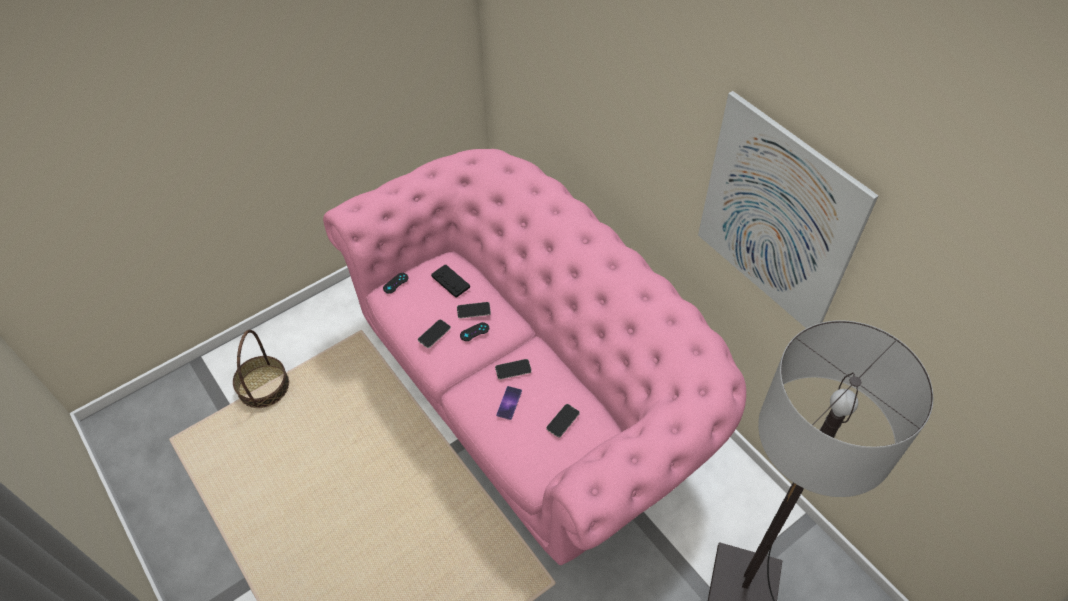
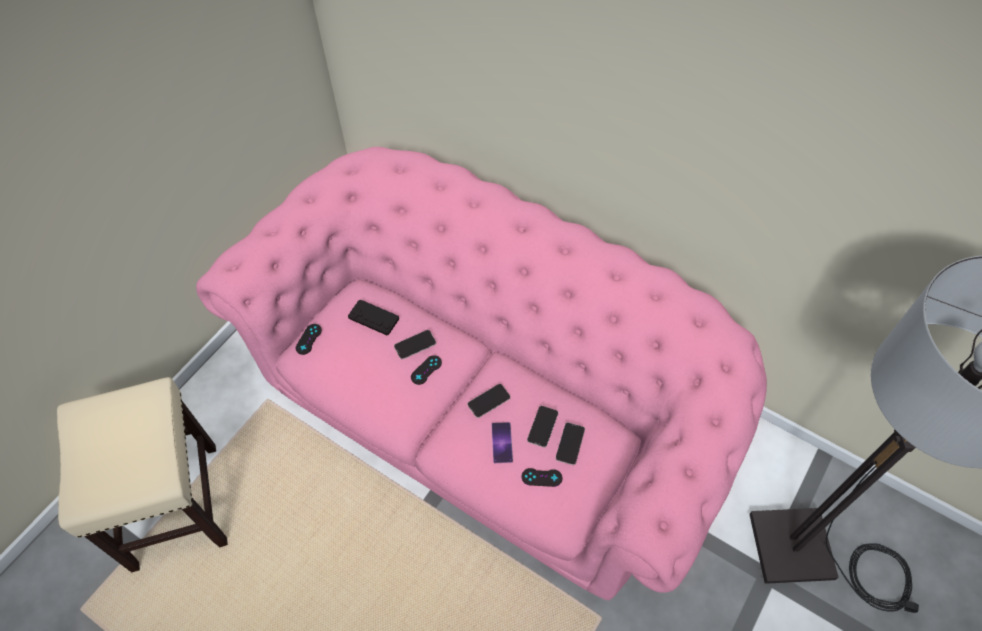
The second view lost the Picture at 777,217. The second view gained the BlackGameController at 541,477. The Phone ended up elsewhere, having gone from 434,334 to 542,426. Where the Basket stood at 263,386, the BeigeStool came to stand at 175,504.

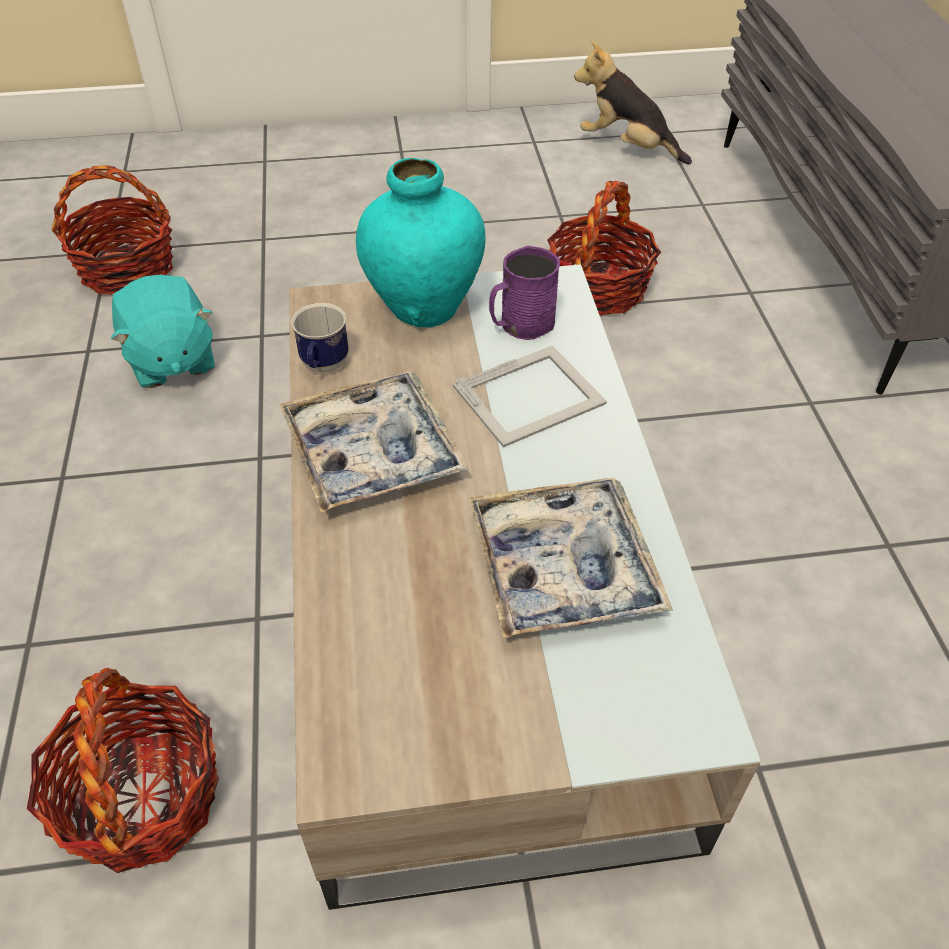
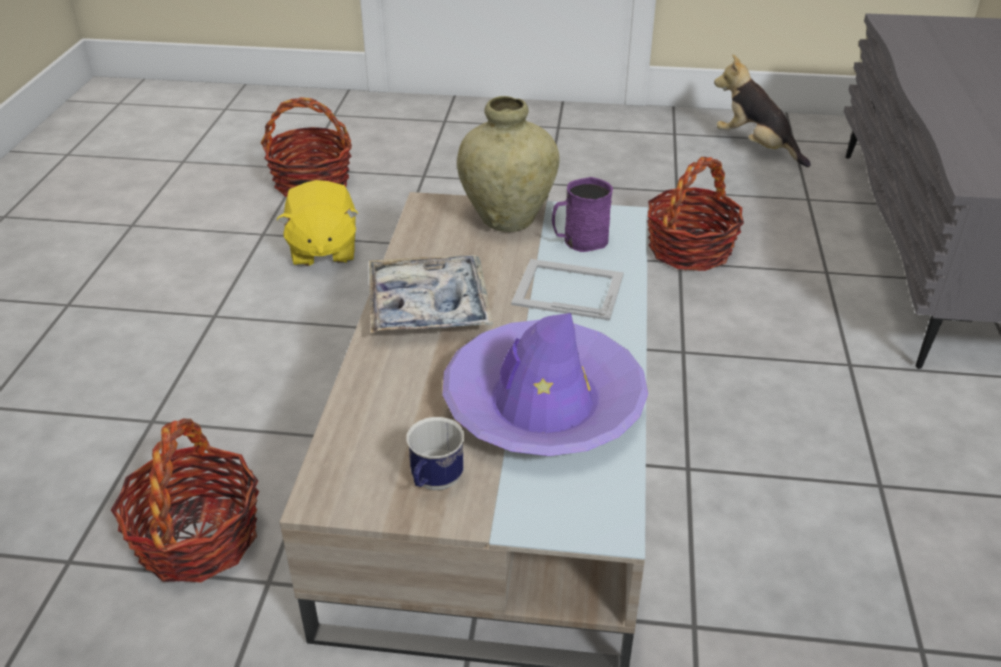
The Mug ended up elsewhere, having gone from 323,367 to 434,484. Where the Tray stood at 563,567, the PurpleHat came to stand at 543,404. What was the TurquoisePlushToy at 171,360 turned into the YellowPlushToy at 322,249. What was the TurquoiseVase at 424,307 turned into the BeigeVase at 507,218. The PictureFrame at 531,395 ended up facing another way, 150 degrees counterclockwise from before.

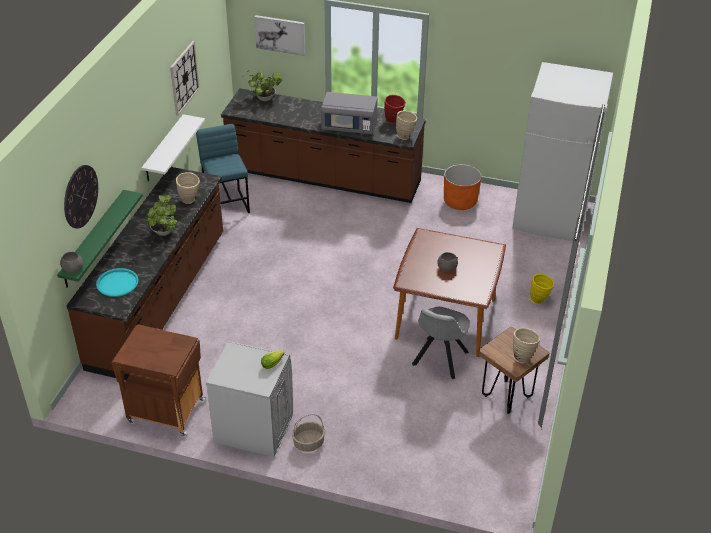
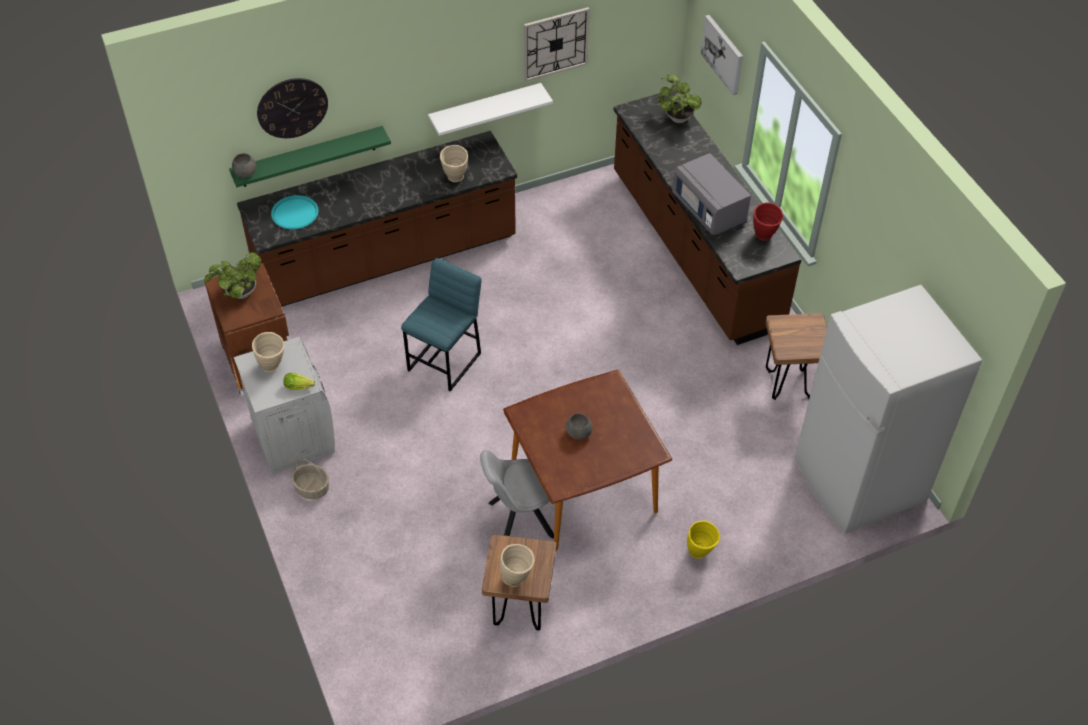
The PottedPlant ended up elsewhere, having gone from 163,233 to 239,294. The BlueStool ended up elsewhere, having gone from 226,203 to 445,360. The BeigeVase ended up elsewhere, having gone from 406,136 to 273,367. Where the OrangePlanter stood at 460,201, the BrownStool came to stand at 788,384.

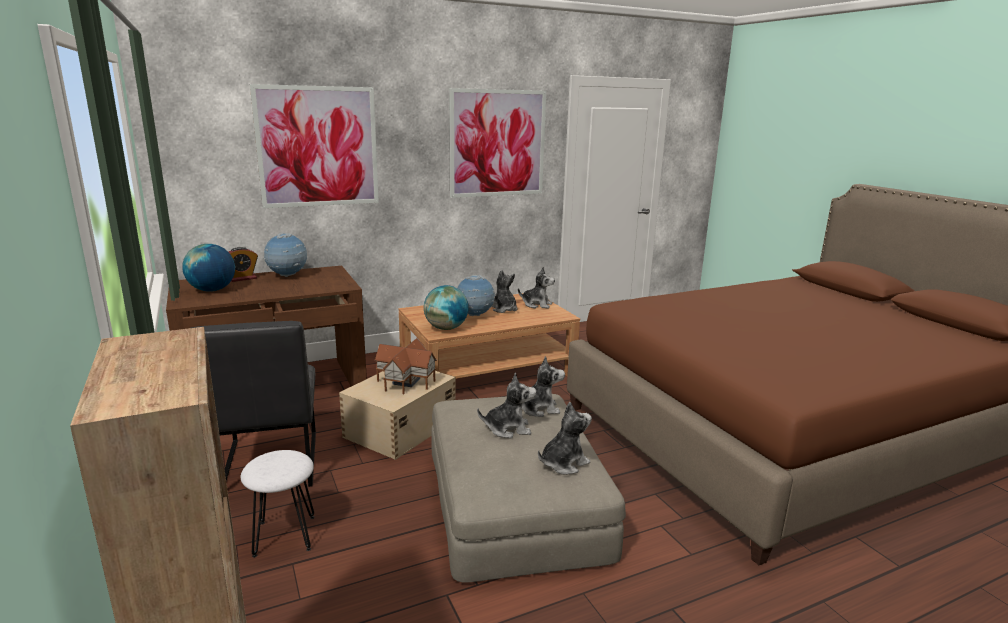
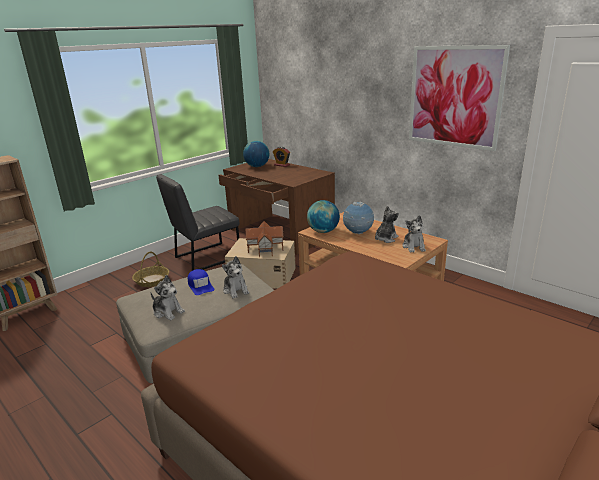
The second view lost the Picture at 318,147. The second view lost the Globe at 287,276. Where the WhiteStool stood at 285,535, the Basket came to stand at 152,280. Where the PlushToy stood at 508,429, the BlueCap came to stand at 200,286.

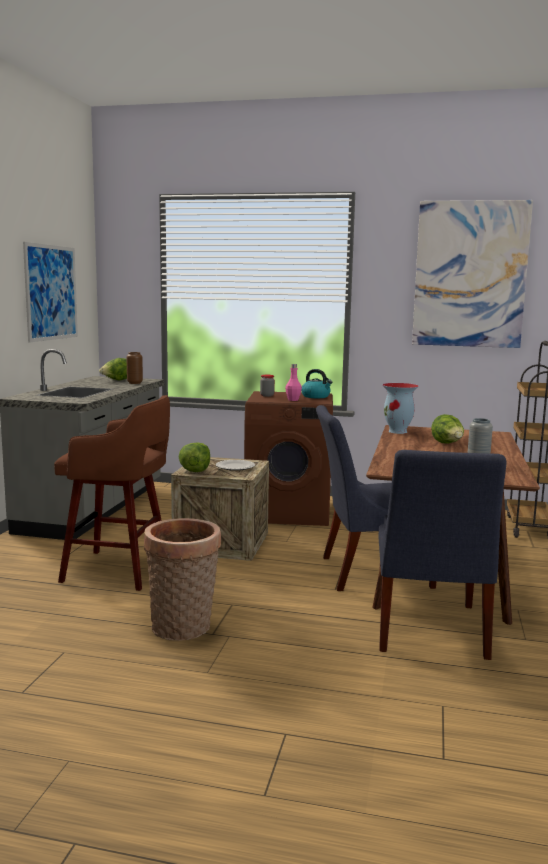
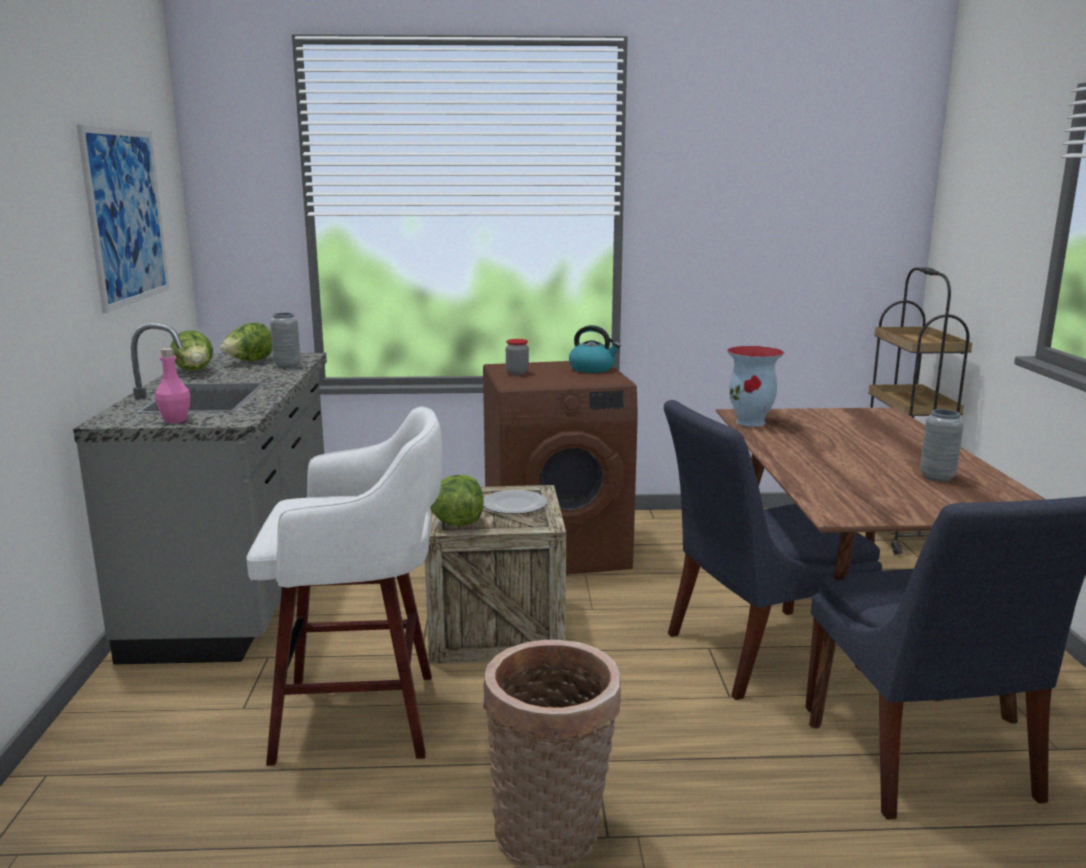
The second view lost the Picture at 470,274. The PinkBottle ended up elsewhere, having gone from 293,400 to 175,420. The Lettuce ended up elsewhere, having gone from 447,444 to 195,371. What was the BrownStool at 120,570 turned into the WhiteStool at 363,717. What was the BrownVase at 135,383 turned into the GreyVase at 287,366.

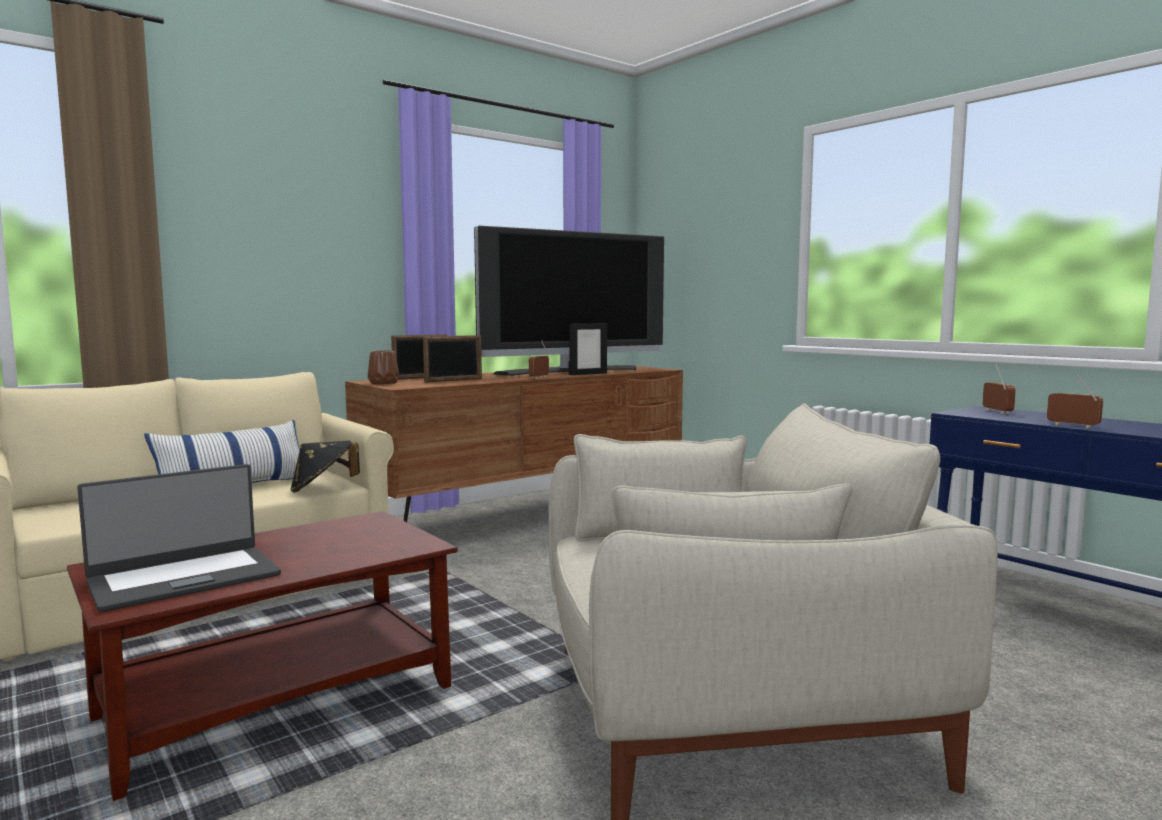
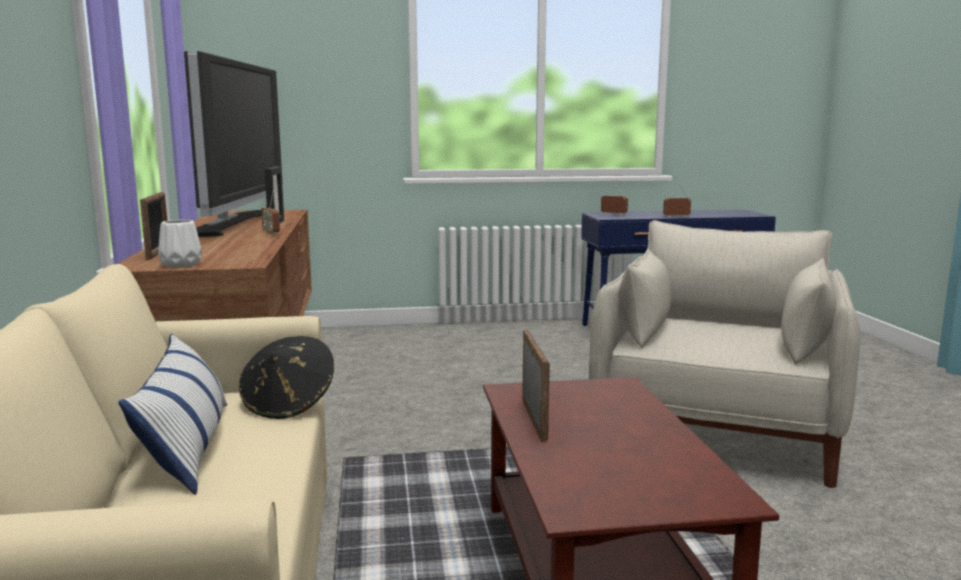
The second view lost the Laptop at 184,578. The PictureFrame ended up elsewhere, having gone from 453,380 to 534,419. What was the BrownVase at 384,383 turned into the WhiteVase at 181,264.

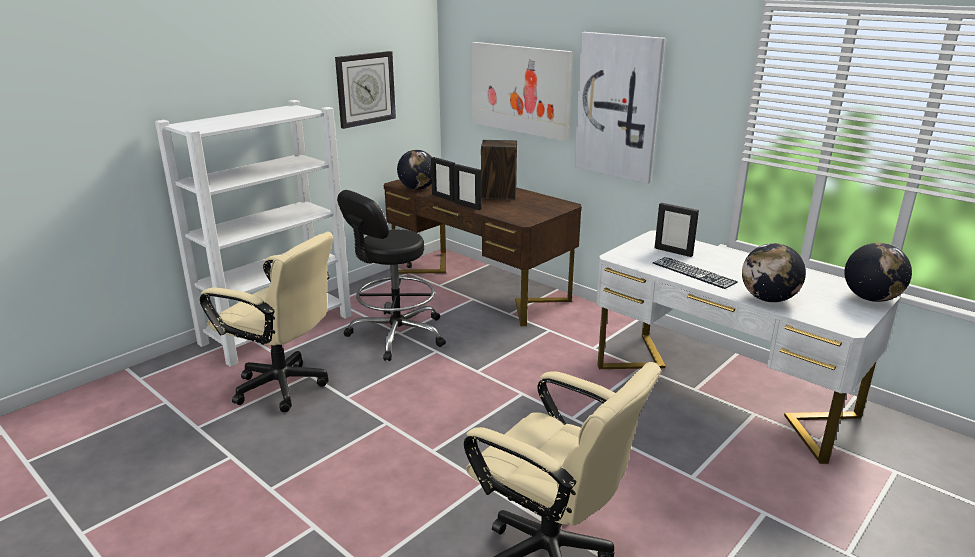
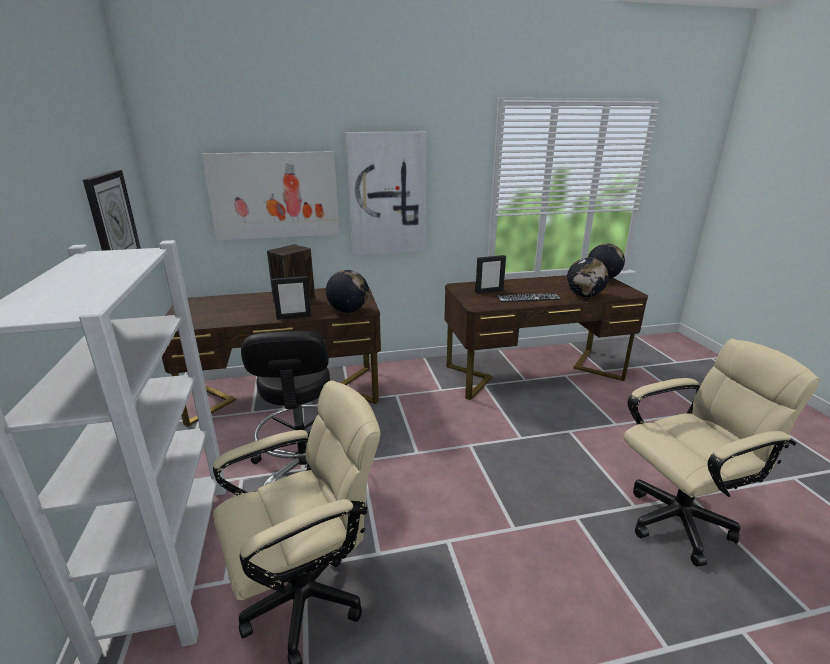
The second view lost the PictureFrame at 444,197. The Globe ended up elsewhere, having gone from 417,188 to 348,311. What was the WhiteDesk at 721,390 turned into the BrownDesk at 534,373.

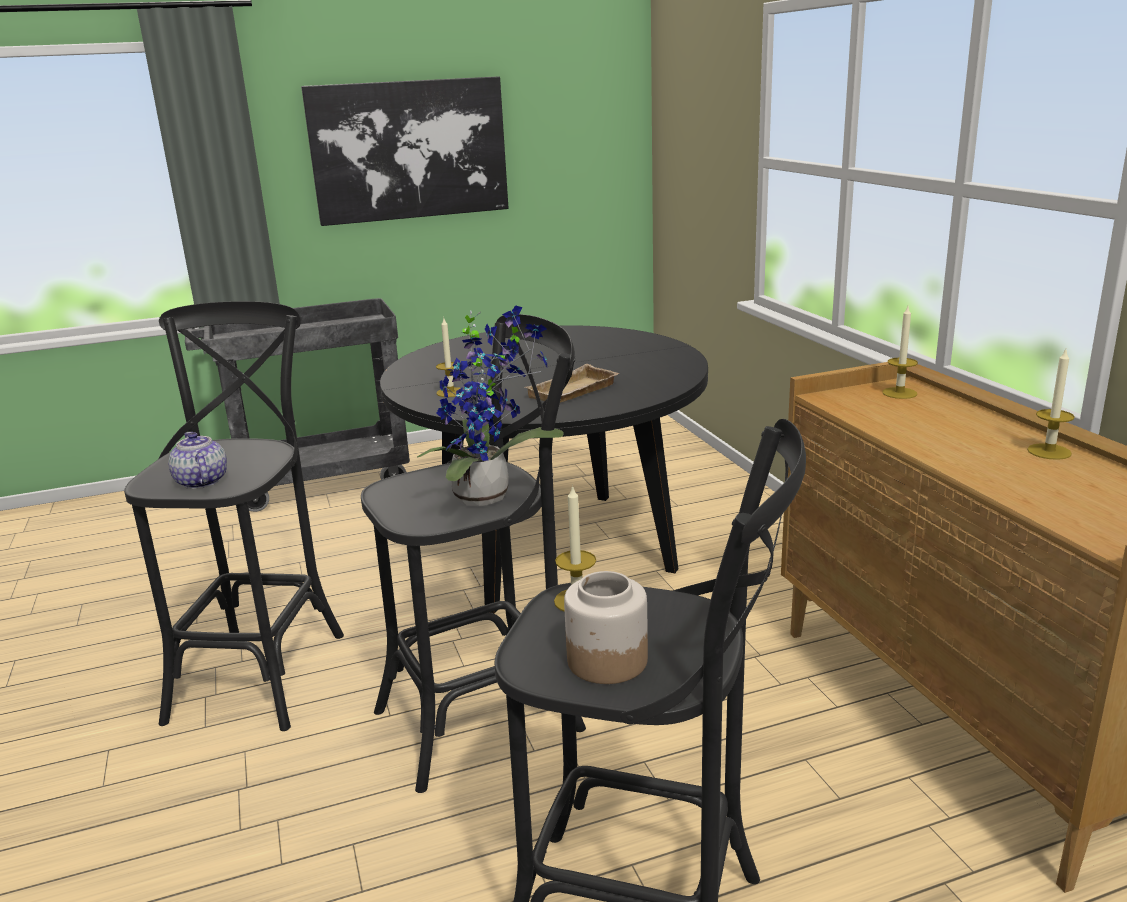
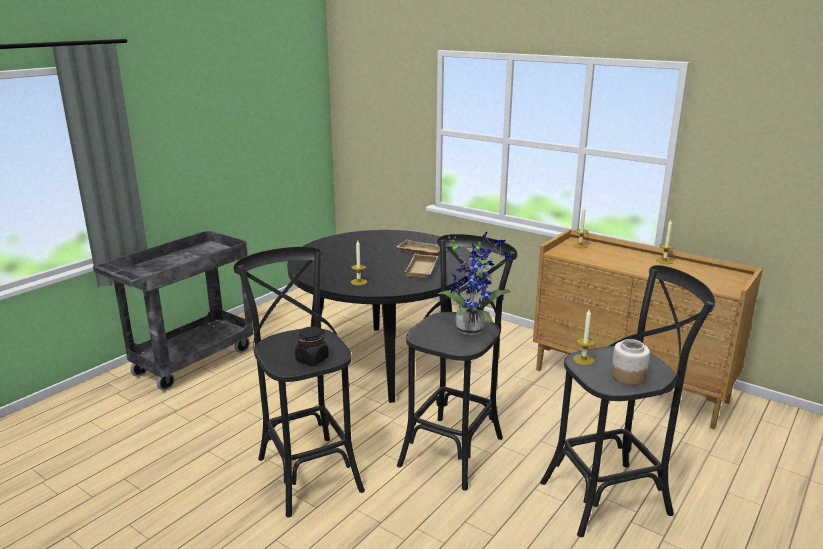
The second view lost the Picture at 409,150. The second view gained the BeigeTray at 420,252. Where the Teapot stood at 201,482, the BlackJar came to stand at 312,359.

